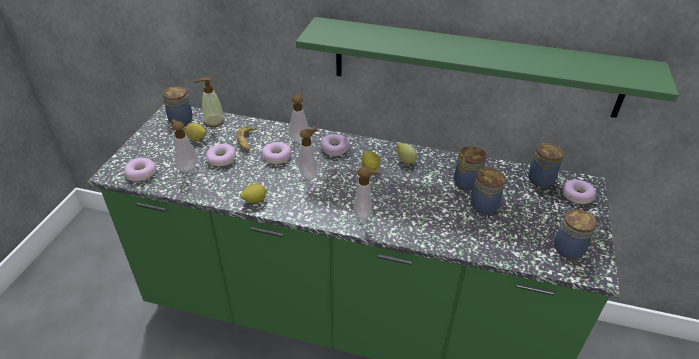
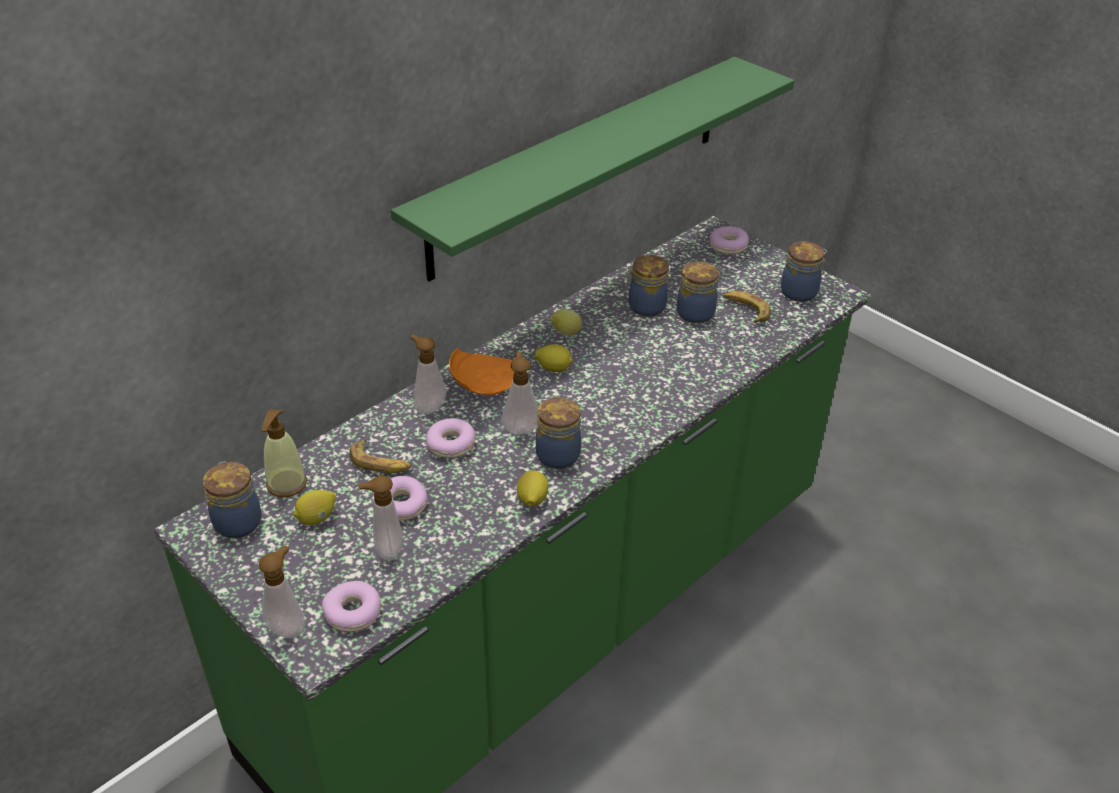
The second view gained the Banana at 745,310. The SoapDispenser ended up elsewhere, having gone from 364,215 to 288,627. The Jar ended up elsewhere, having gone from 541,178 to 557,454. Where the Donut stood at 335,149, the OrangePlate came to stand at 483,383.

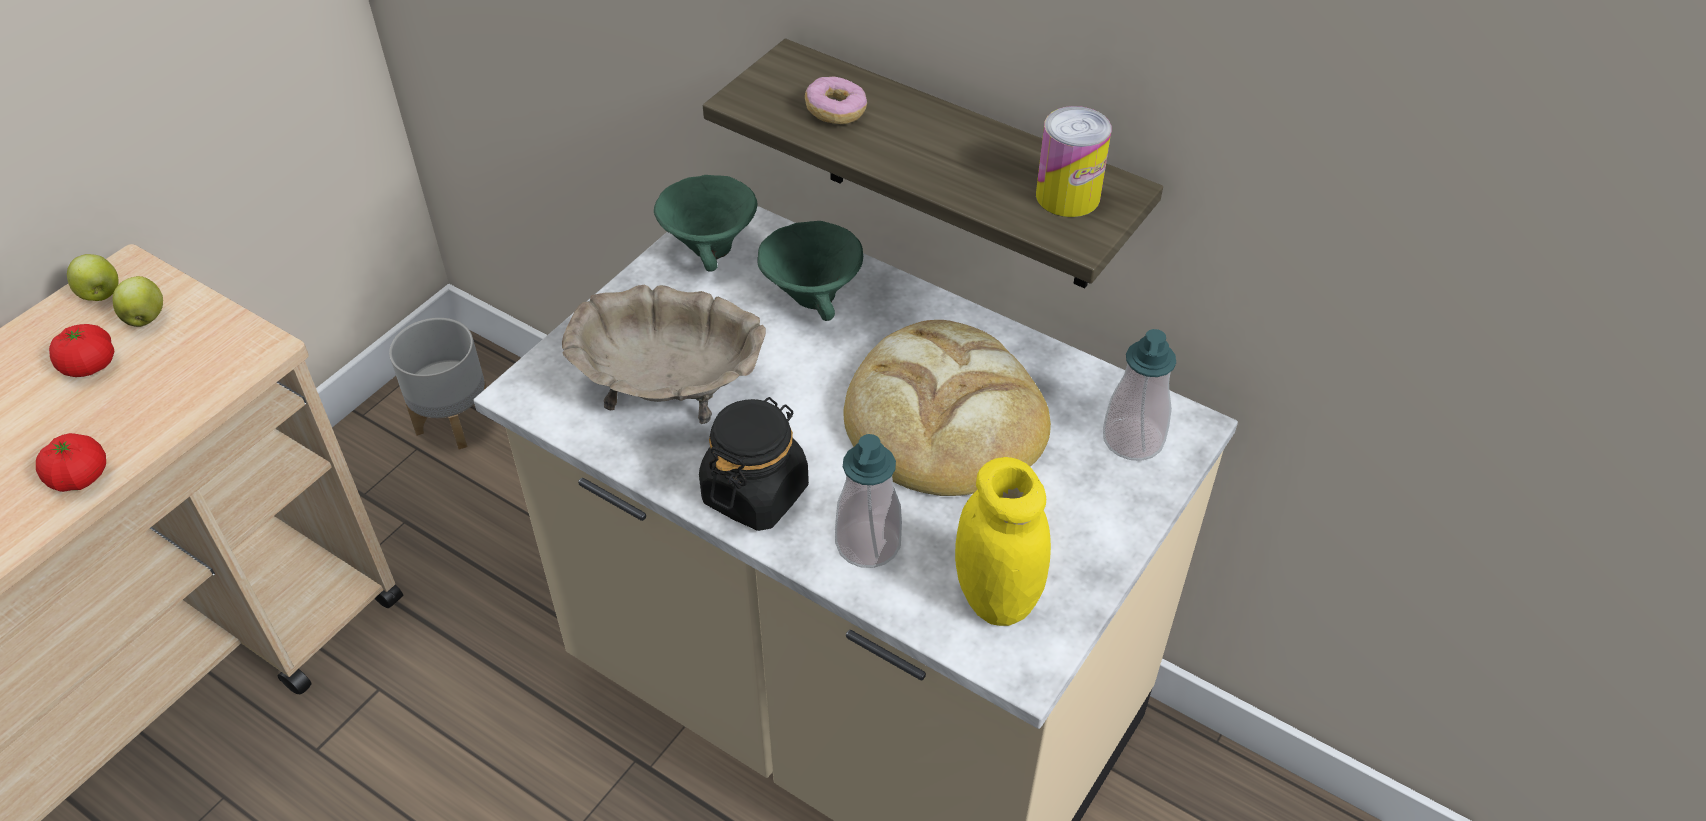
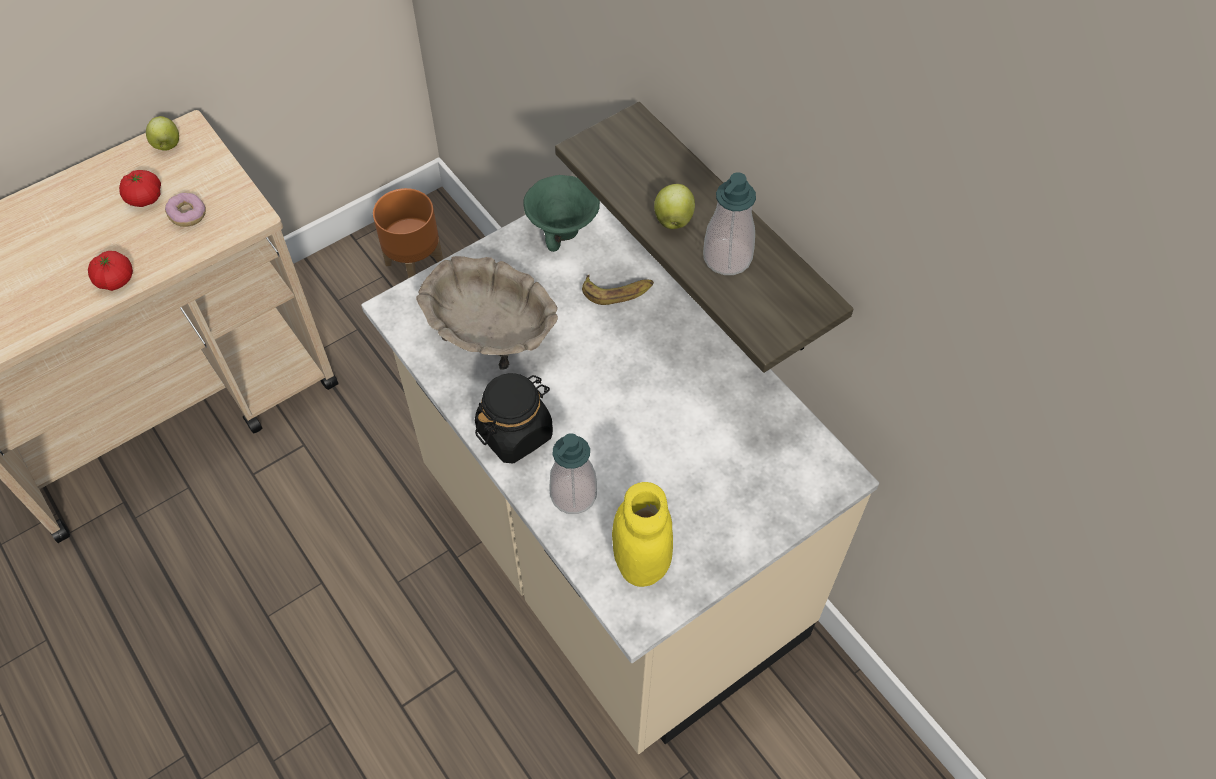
The second view lost the Bread at 944,417. The second view lost the Can at 1067,196. The Apple ended up elsewhere, having gone from 146,317 to 673,219. The Donut ended up elsewhere, having gone from 836,112 to 188,215. The SoapDispenser ended up elsewhere, having gone from 1133,439 to 727,258. Where the GreenBowl stood at 813,298, the Banana came to stand at 618,291. What was the GreyPlanter at 455,420 turned into the OrangePlanter at 415,261.

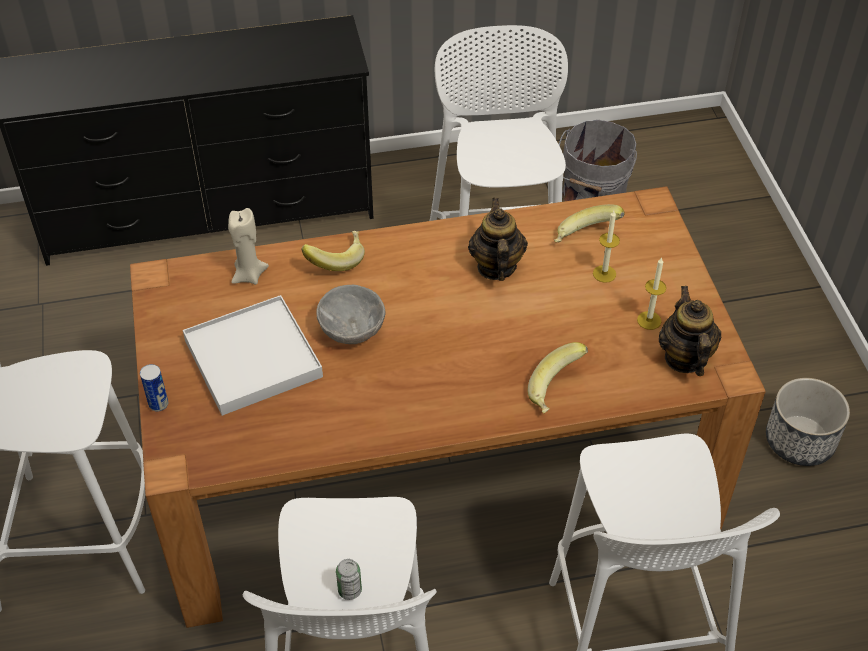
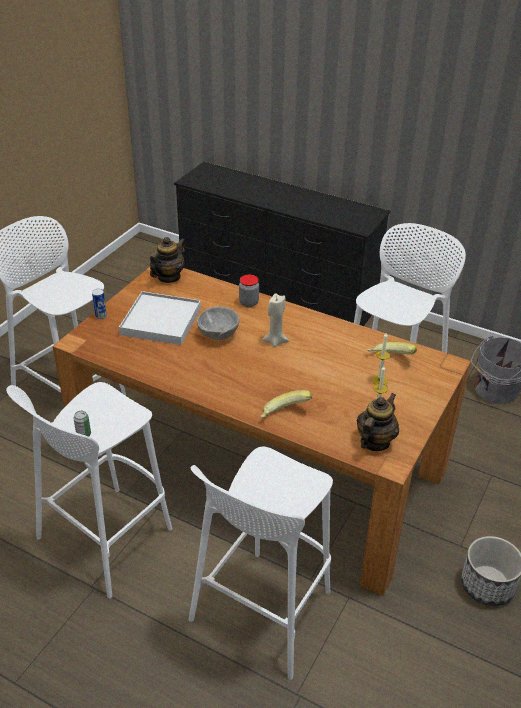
The BeigeCandle ended up elsewhere, having gone from 249,275 to 275,341. The Teapot ended up elsewhere, having gone from 496,267 to 168,277. Where the Banana stood at 335,259, the Jar came to stand at 249,303.

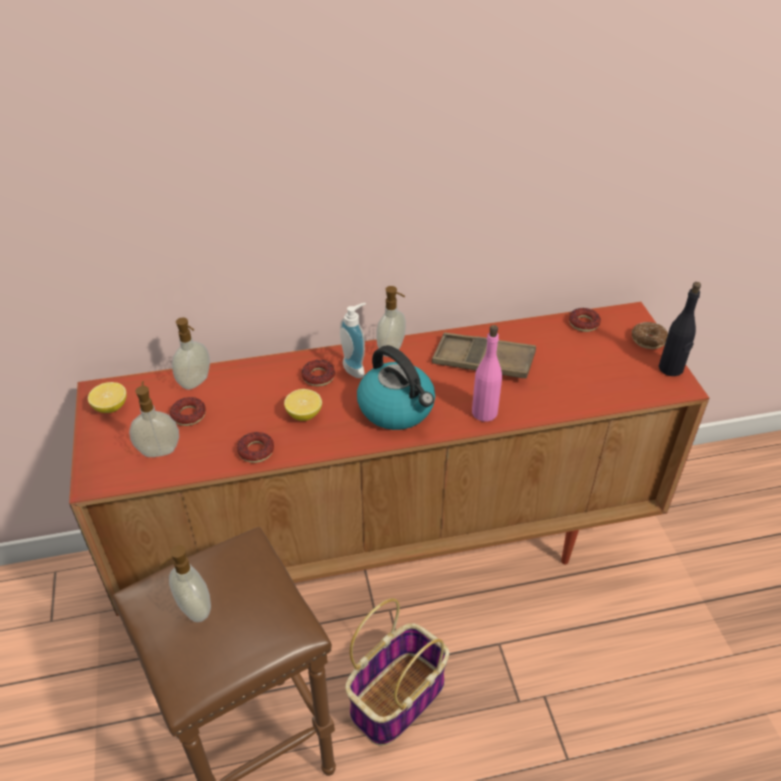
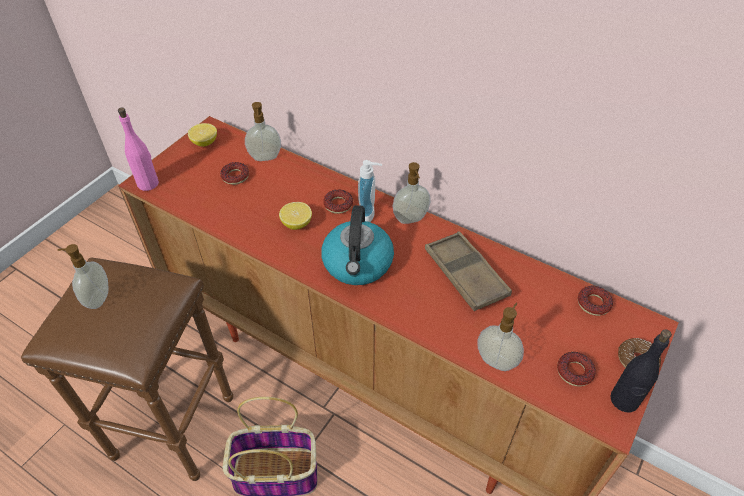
The SoapDispenser ended up elsewhere, having gone from 159,450 to 496,360. The Donut ended up elsewhere, having gone from 256,451 to 574,372. The PinkBottle ended up elsewhere, having gone from 484,412 to 148,183.

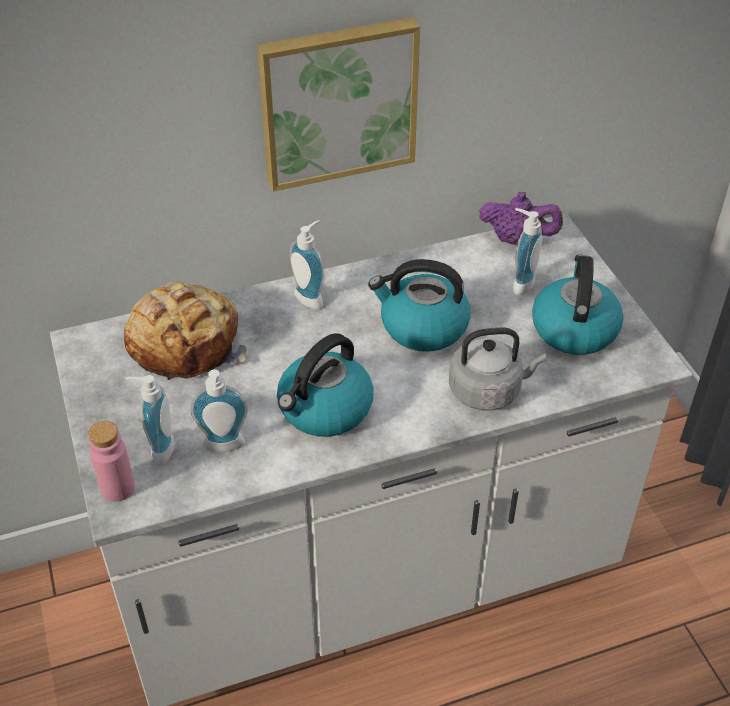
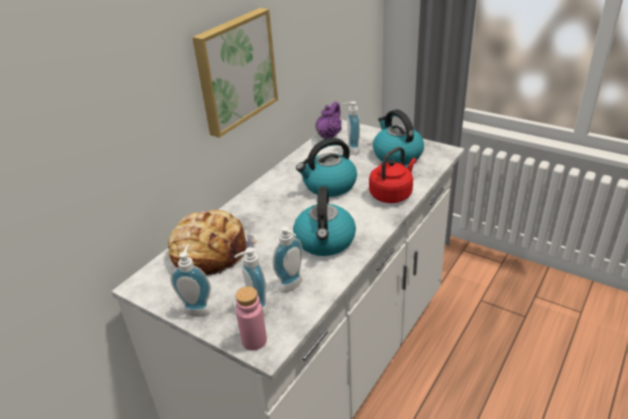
The SoapDispenser ended up elsewhere, having gone from 311,297 to 198,308. What was the GreyKettle at 488,391 turned into the RedKettle at 392,194. The PurpleTeapot at 517,240 ended up facing another way, 45 degrees counterclockwise from before.

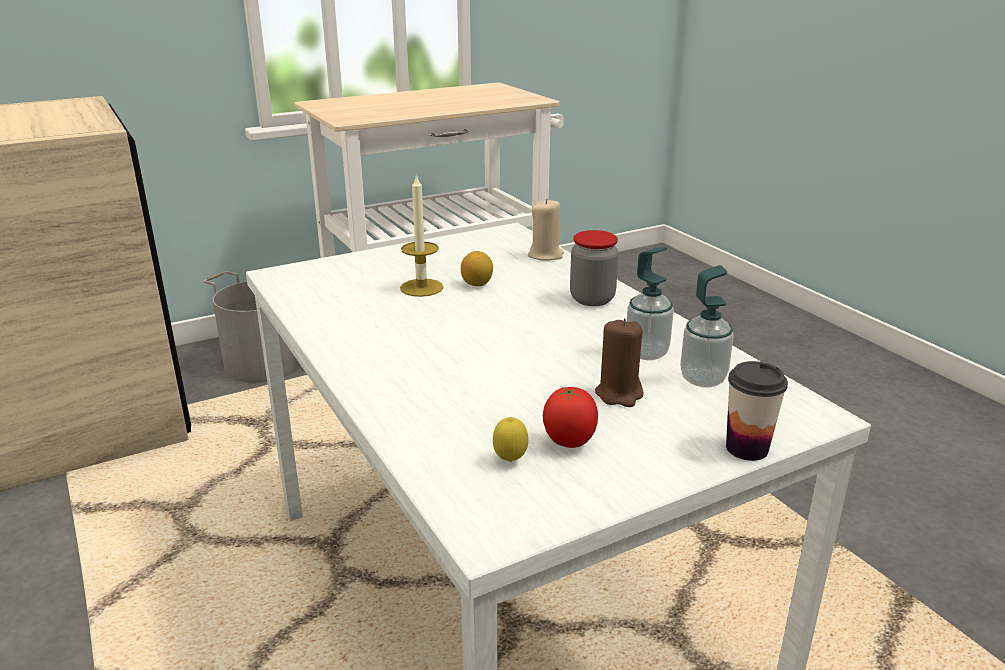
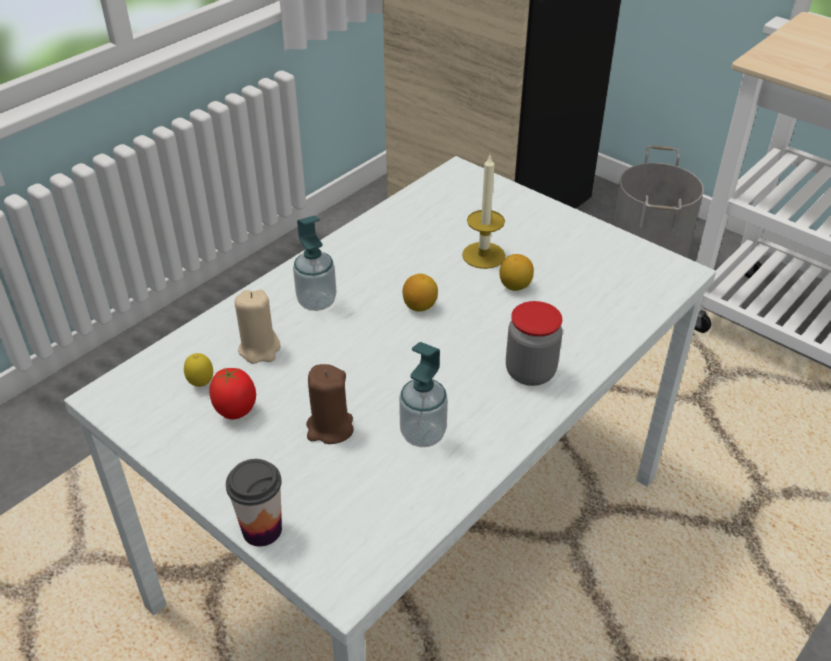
The second view gained the Lemon at 420,306. The BeigeCandle ended up elsewhere, having gone from 546,255 to 260,349. The SoapDispenser ended up elsewhere, having gone from 702,379 to 317,302.

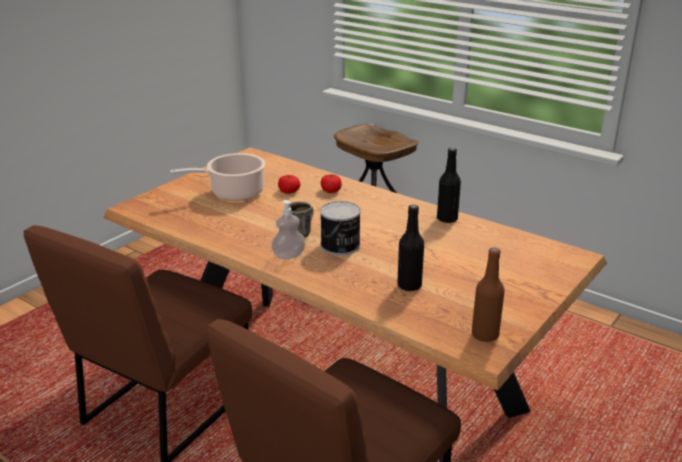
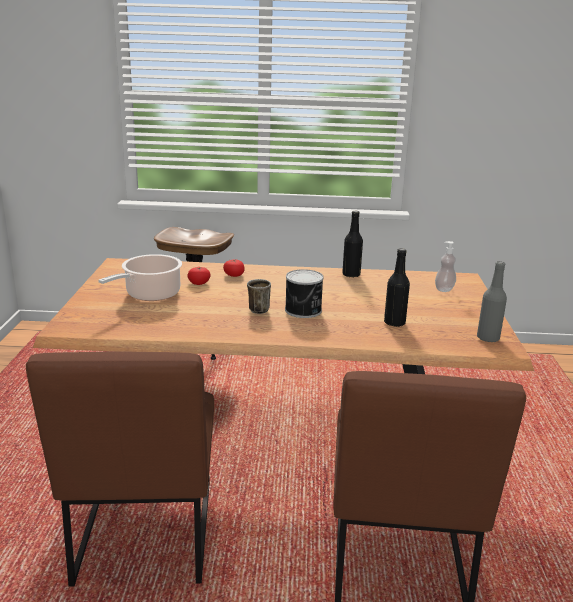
The SoapDispenser ended up elsewhere, having gone from 289,255 to 444,289. What was the BrownBottle at 485,335 turned into the GreyBottle at 488,338.

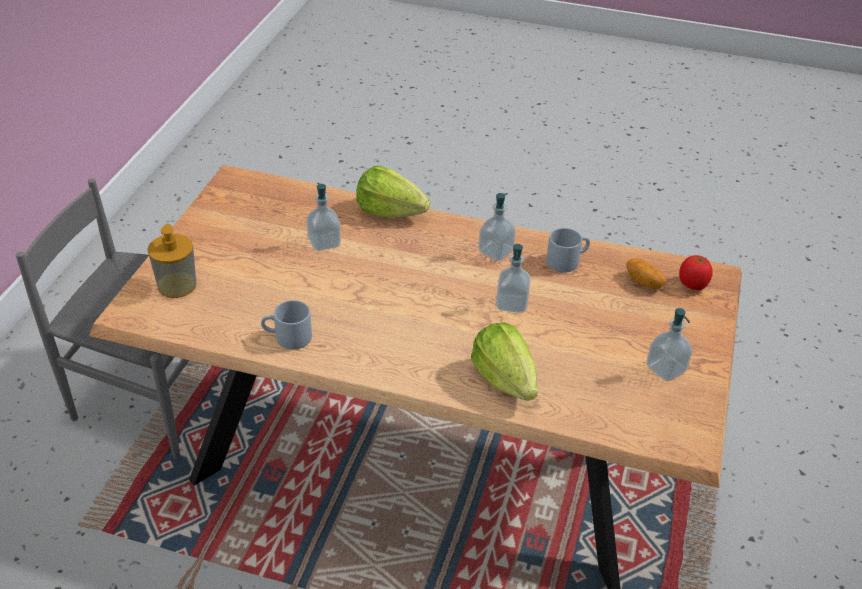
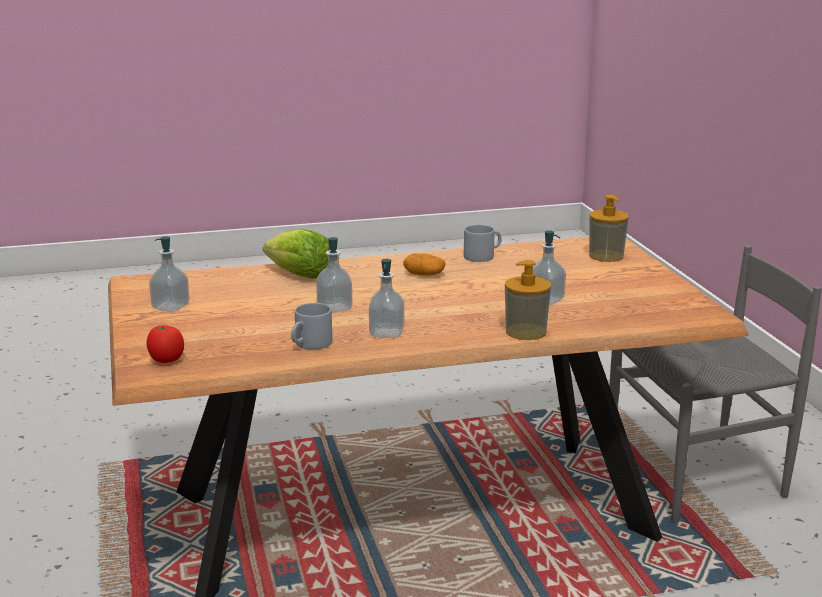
The Potato ended up elsewhere, having gone from 644,282 to 424,275. Where the Lettuce stood at 390,212, the SoapDispenser came to stand at 526,332.

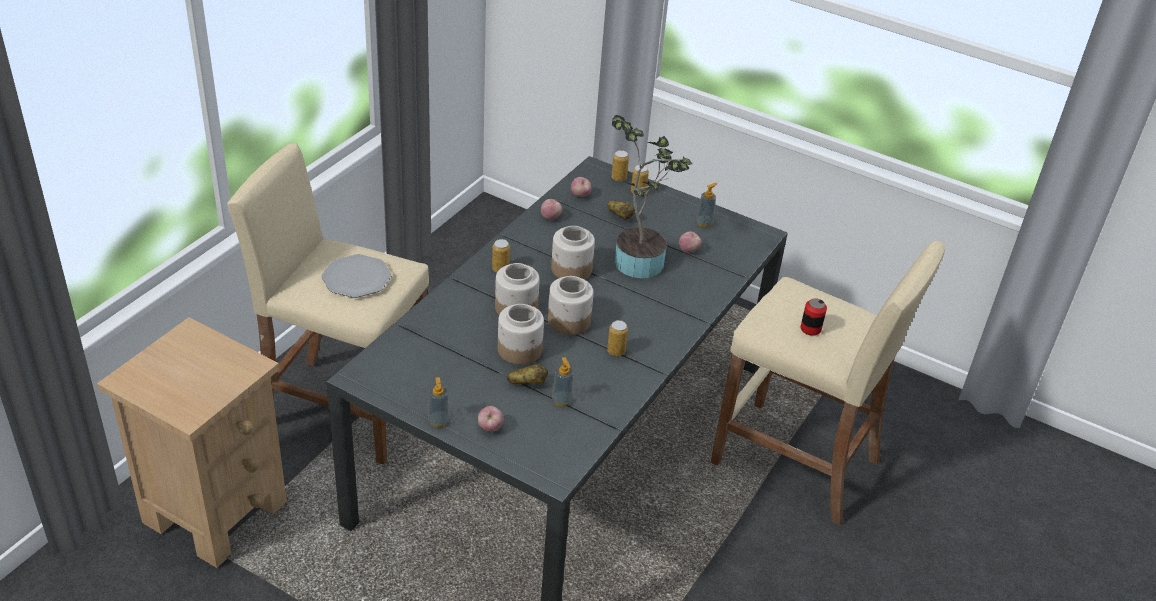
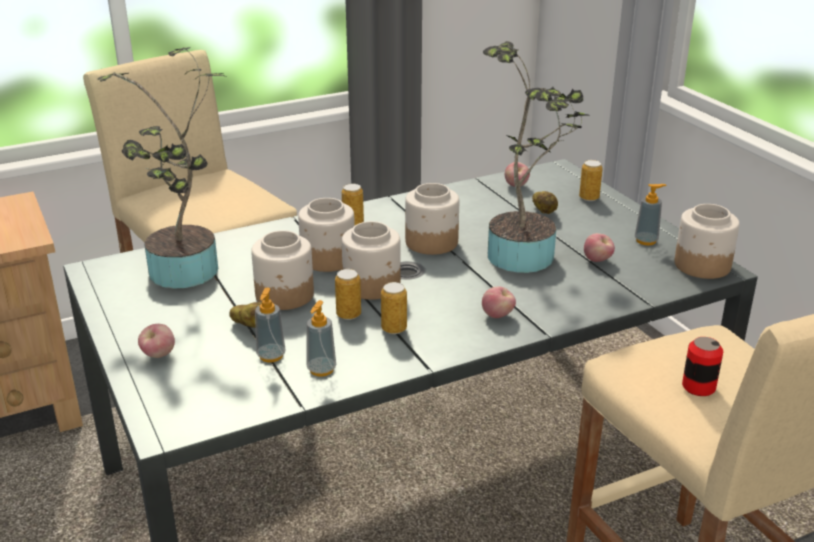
The second view lost the Plate at 356,278. The second view gained the PottedPlant at 184,275. The second view gained the Jar at 701,265. The SoapDispenser ended up elsewhere, having gone from 438,421 to 321,369. The Apple ended up elsewhere, having gone from 551,217 to 498,315. The Can ended up elsewhere, having gone from 619,178 to 348,314.

